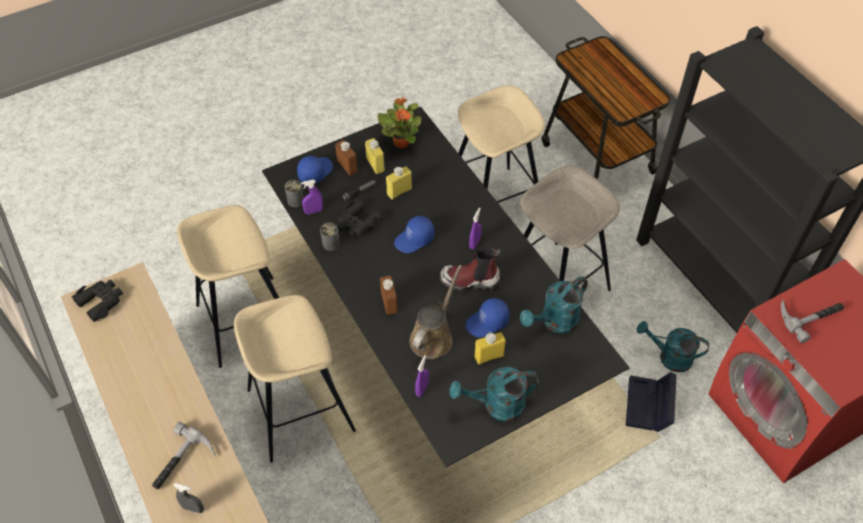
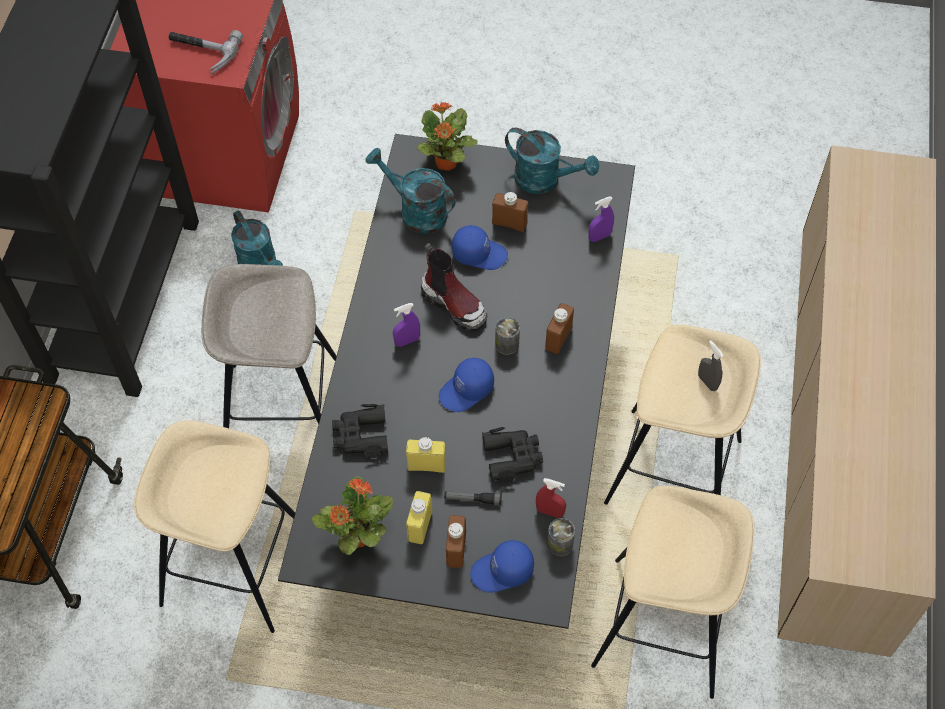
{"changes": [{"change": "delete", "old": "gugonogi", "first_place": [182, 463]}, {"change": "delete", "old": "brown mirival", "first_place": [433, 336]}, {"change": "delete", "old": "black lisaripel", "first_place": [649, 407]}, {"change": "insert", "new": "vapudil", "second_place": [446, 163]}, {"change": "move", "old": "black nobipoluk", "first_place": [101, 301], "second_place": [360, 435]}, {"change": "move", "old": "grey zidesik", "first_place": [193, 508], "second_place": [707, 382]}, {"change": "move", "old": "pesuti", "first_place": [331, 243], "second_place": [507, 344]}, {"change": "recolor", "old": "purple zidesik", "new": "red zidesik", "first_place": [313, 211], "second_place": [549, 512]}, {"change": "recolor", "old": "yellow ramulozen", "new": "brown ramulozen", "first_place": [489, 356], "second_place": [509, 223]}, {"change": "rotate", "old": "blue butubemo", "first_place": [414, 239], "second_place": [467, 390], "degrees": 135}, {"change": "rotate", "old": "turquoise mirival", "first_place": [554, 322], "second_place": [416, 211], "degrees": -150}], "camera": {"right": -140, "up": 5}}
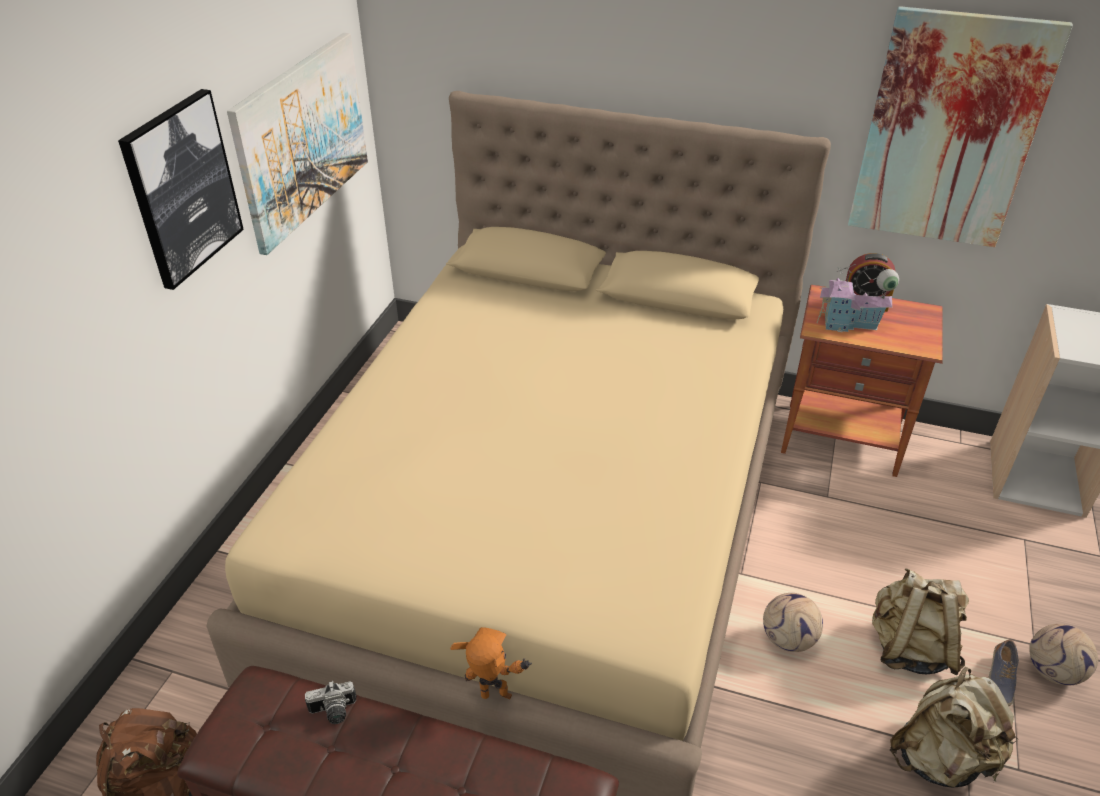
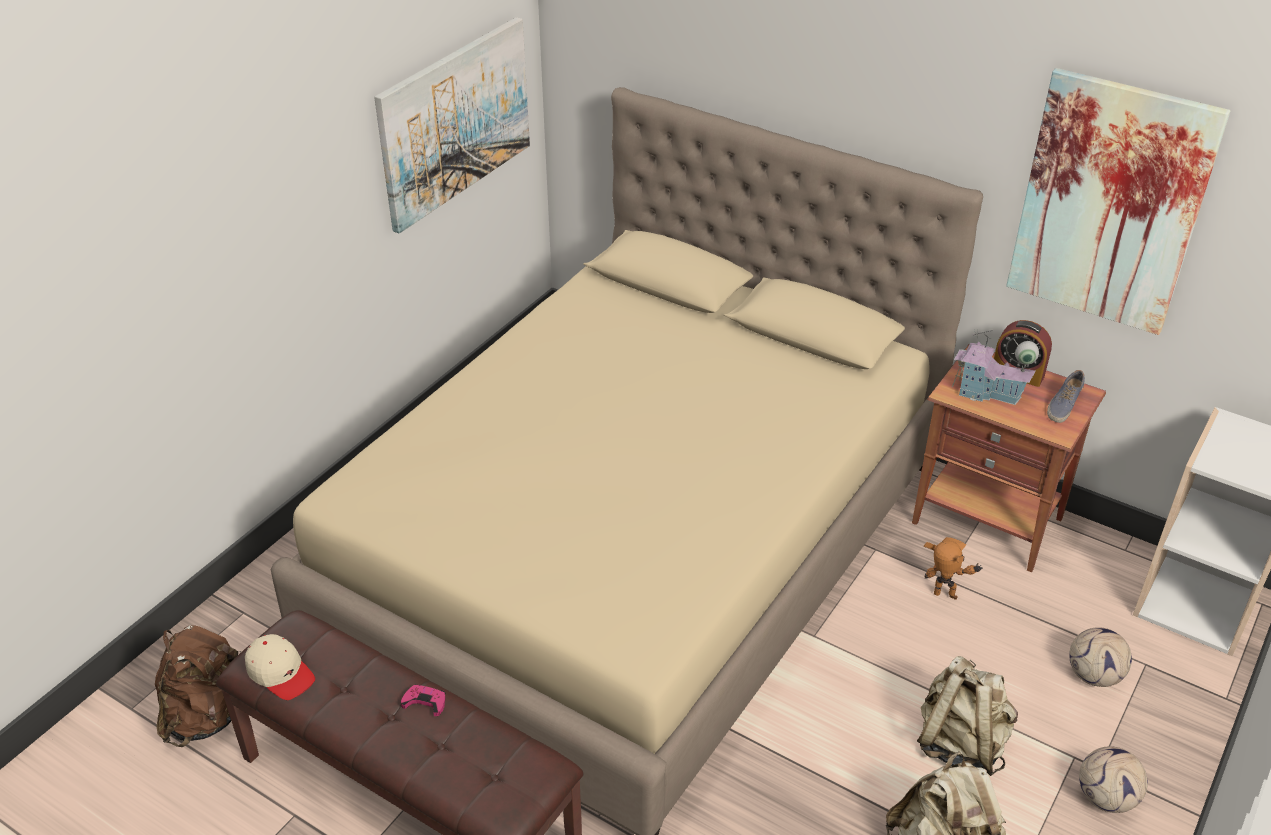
{"changes": [{"change": "delete", "old": "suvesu", "first_place": [182, 188]}, {"change": "delete", "old": "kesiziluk", "first_place": [333, 712]}, {"change": "insert", "new": "beige butubemo", "second_place": [280, 673]}, {"change": "insert", "new": "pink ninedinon", "second_place": [425, 702]}, {"change": "move", "old": "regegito", "first_place": [496, 700], "second_place": [945, 598]}, {"change": "move", "old": "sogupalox", "first_place": [789, 639], "second_place": [1094, 676]}, {"change": "move", "old": "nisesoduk", "first_place": [1000, 678], "second_place": [1063, 405]}], "camera": {"right": 15, "up": 0}}
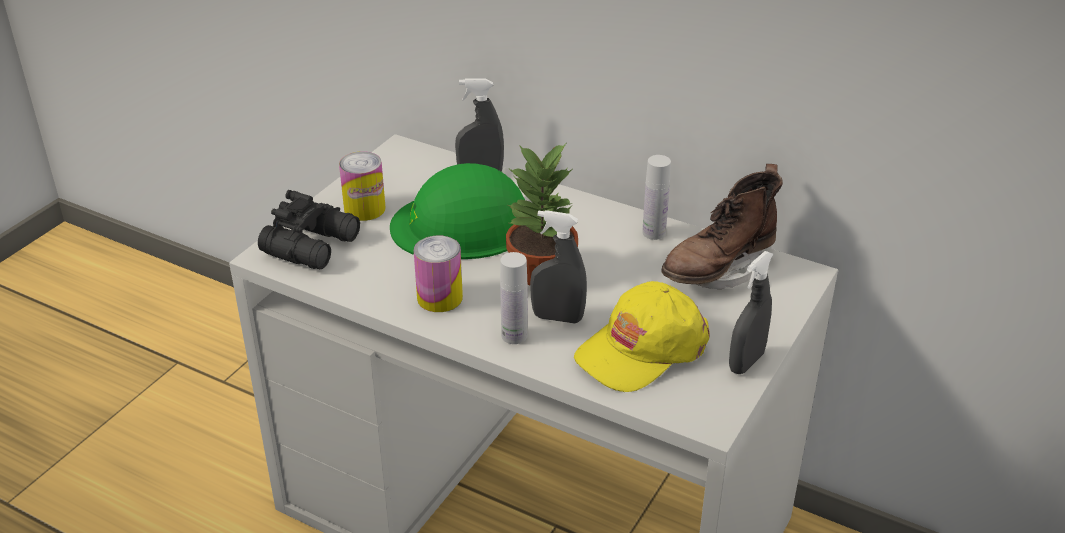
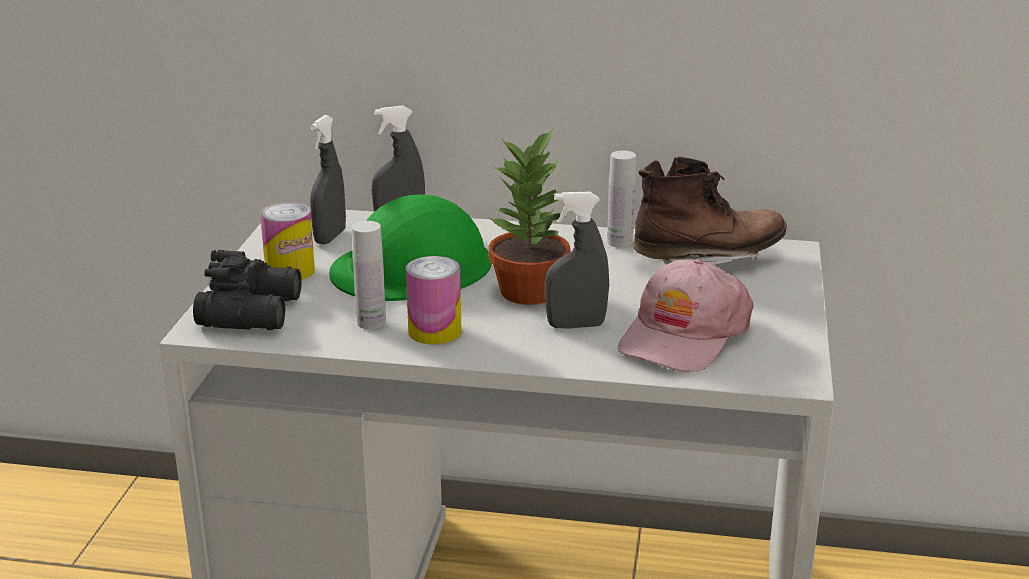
{"changes": [{"change": "move", "old": "white ramulozen", "first_place": [514, 335], "second_place": [371, 322]}, {"change": "move", "old": "grey zidesik", "first_place": [746, 362], "second_place": [330, 237]}, {"change": "recolor", "old": "yellow butubemo", "new": "pink butubemo", "first_place": [641, 349], "second_place": [683, 335]}, {"change": "rotate", "old": "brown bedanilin", "first_place": [718, 270], "second_place": [707, 260], "degrees": -135}], "camera": {"right": -20, "up": -10}}
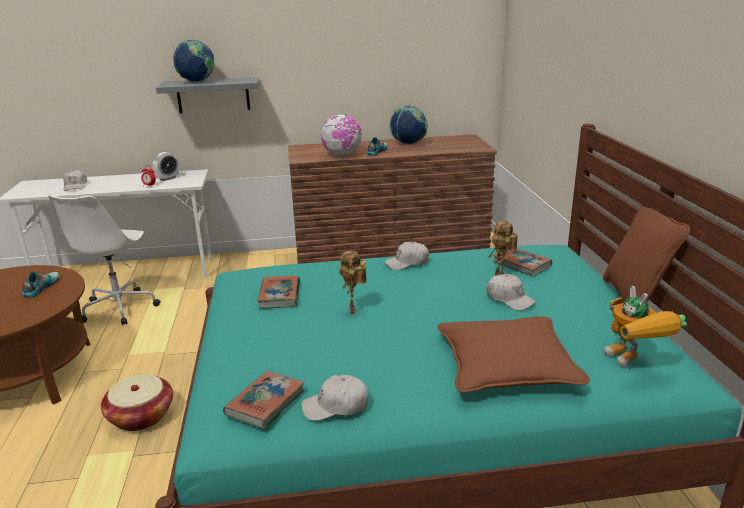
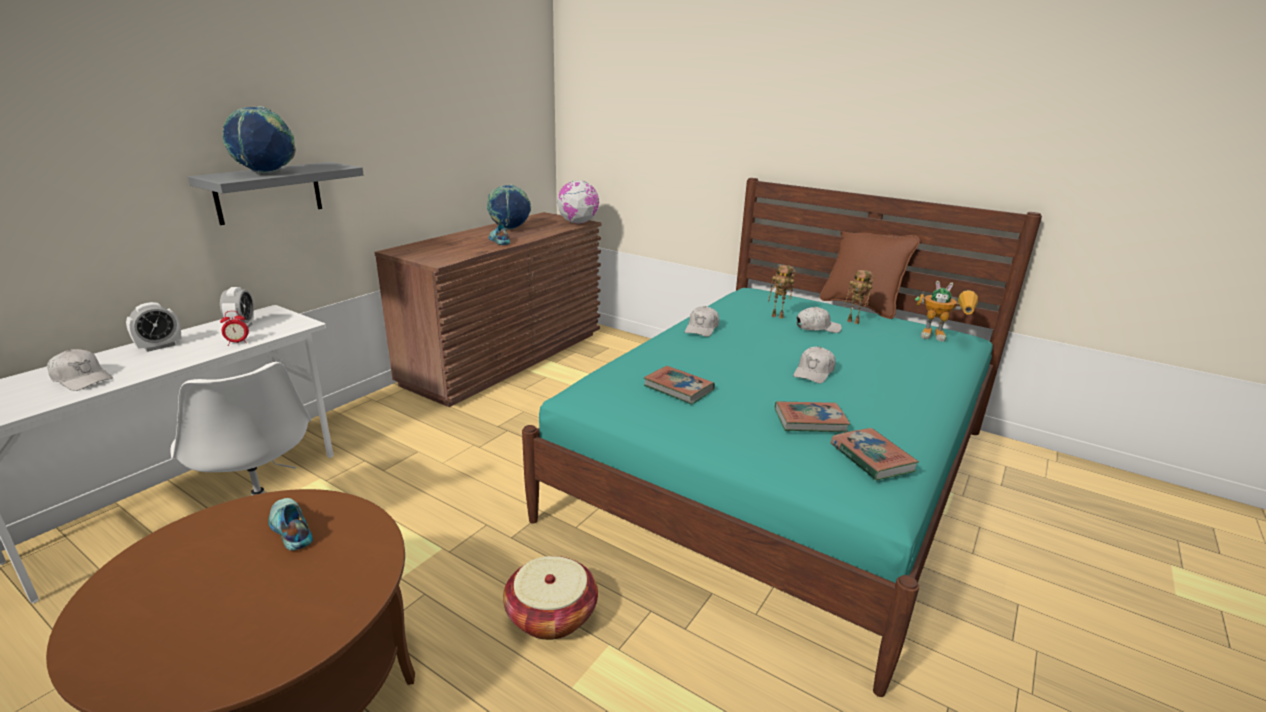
{"changes": [{"change": "delete", "old": "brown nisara", "first_place": [506, 364]}, {"change": "insert", "new": "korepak", "second_place": [159, 346]}, {"change": "move", "old": "white butubemo", "first_place": [336, 406], "second_place": [814, 372]}, {"change": "move", "old": "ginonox", "first_place": [342, 155], "second_place": [578, 223]}, {"change": "move", "old": "regegito", "first_place": [354, 310], "second_place": [854, 322]}, {"change": "move", "old": "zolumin", "first_place": [522, 264], "second_place": [810, 421]}], "camera": {"right": -50, "up": 0}}
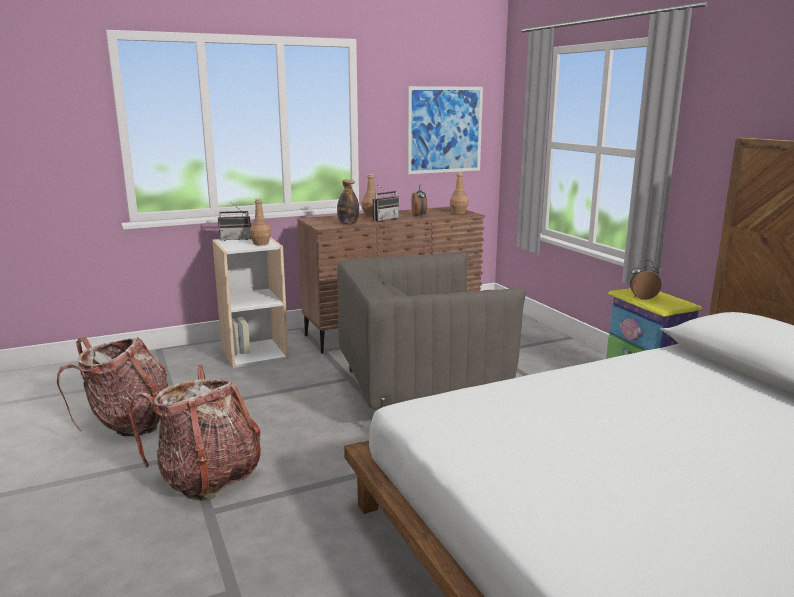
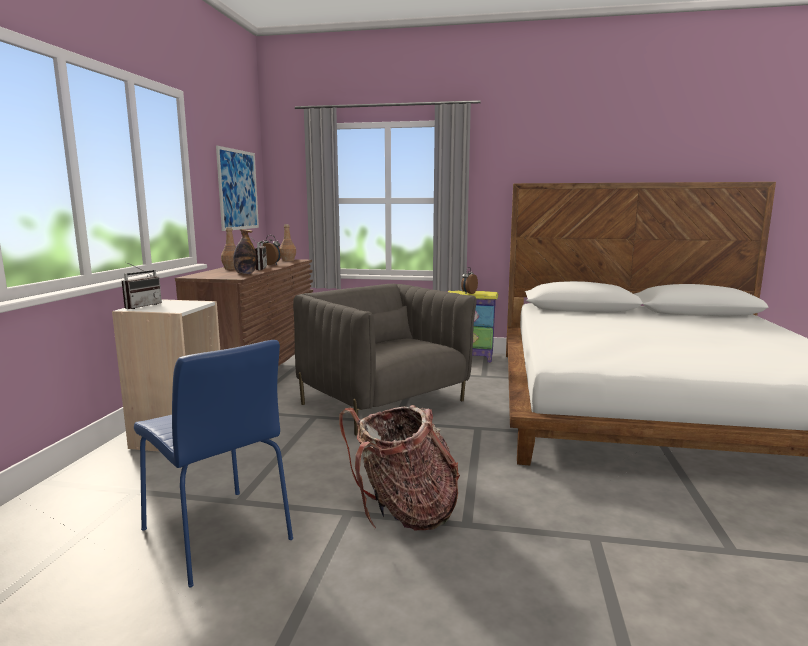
{"changes": [{"change": "delete", "old": "brown ramulozen", "first_place": [261, 243]}, {"change": "replace", "old": "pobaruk", "new": "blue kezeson", "first_place": [127, 423], "second_place": [219, 536]}, {"change": "rotate", "old": "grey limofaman", "first_place": [421, 394], "second_place": [384, 403], "degrees": 120}], "camera": {"right": -55, "up": -5}}
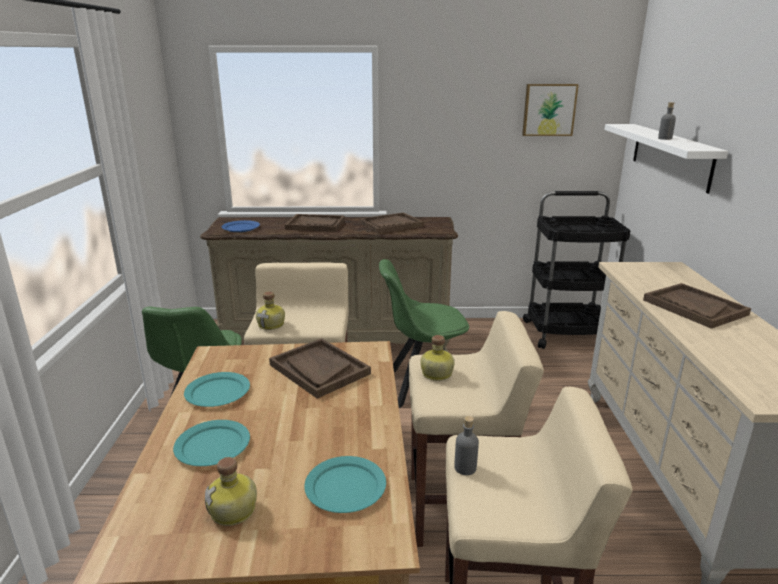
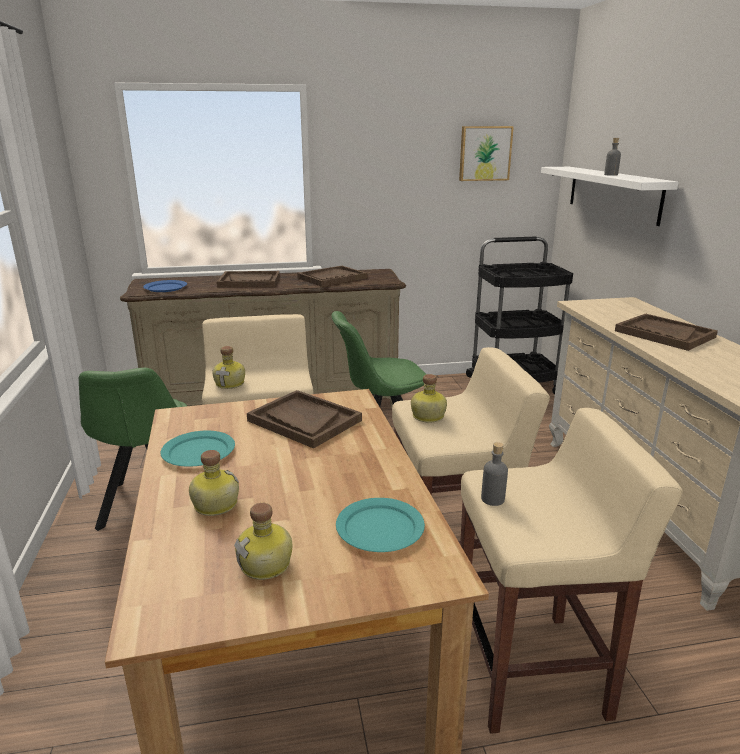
{"changes": [{"change": "replace", "old": "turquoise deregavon", "new": "ramulozen", "first_place": [212, 445], "second_place": [214, 504]}], "camera": {"right": -10, "up": 0}}
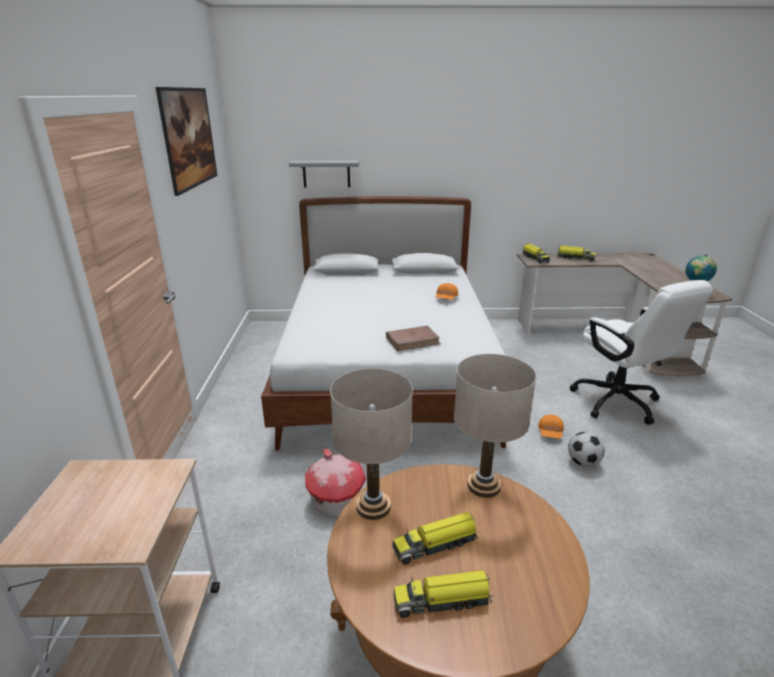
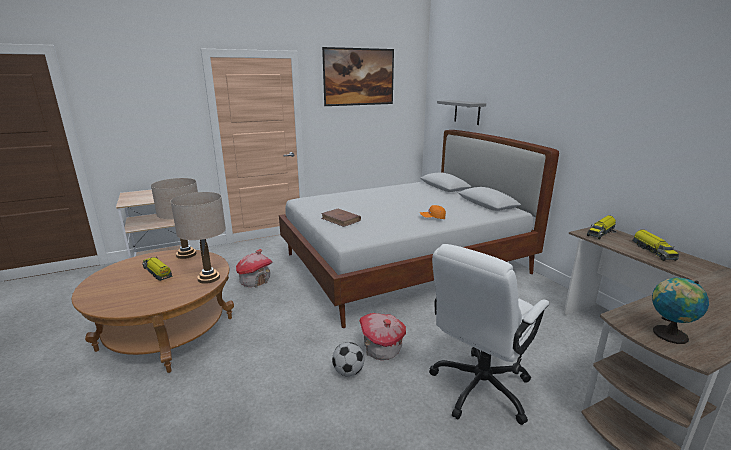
{"changes": [{"change": "delete", "old": "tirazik", "first_place": [442, 600]}, {"change": "replace", "old": "orange butubemo", "new": "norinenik", "first_place": [550, 433], "second_place": [382, 349]}], "camera": {"right": 65, "up": -5}}
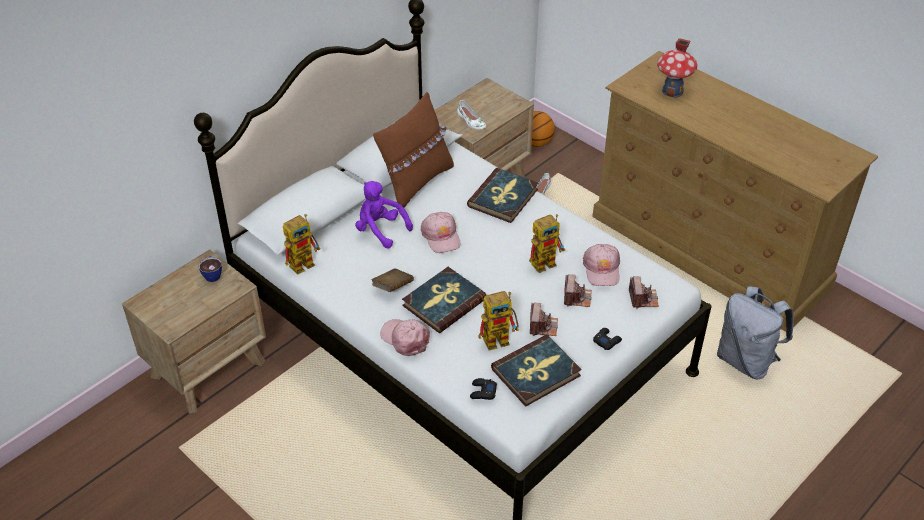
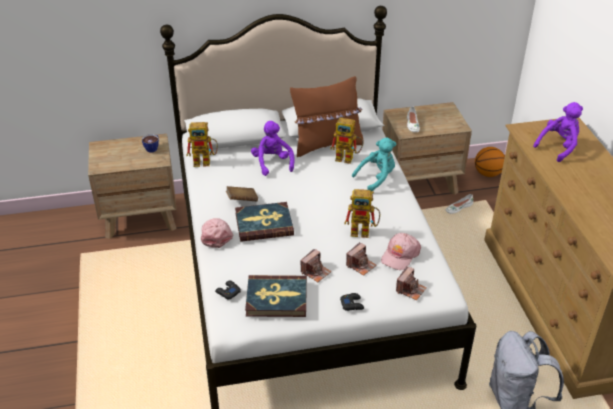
{"changes": [{"change": "delete", "old": "pink butubemo", "first_place": [441, 236]}, {"change": "move", "old": "regegito", "first_place": [501, 338], "second_place": [348, 158]}, {"change": "replace", "old": "zolumin", "new": "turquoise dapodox", "first_place": [503, 198], "second_place": [377, 178]}, {"change": "replace", "old": "norinenik", "new": "purple dapodox", "first_place": [672, 91], "second_place": [558, 147]}], "camera": {"right": 35, "up": -5}}
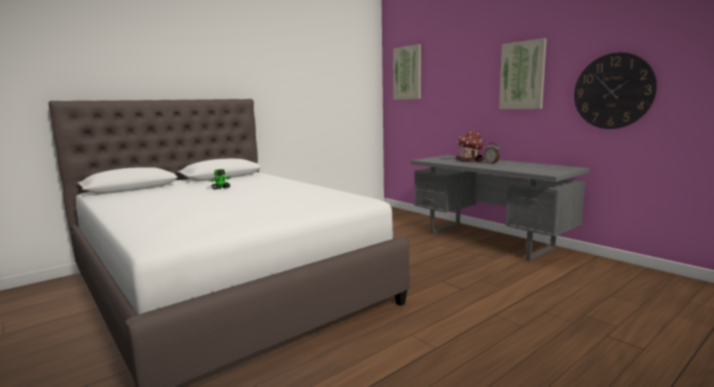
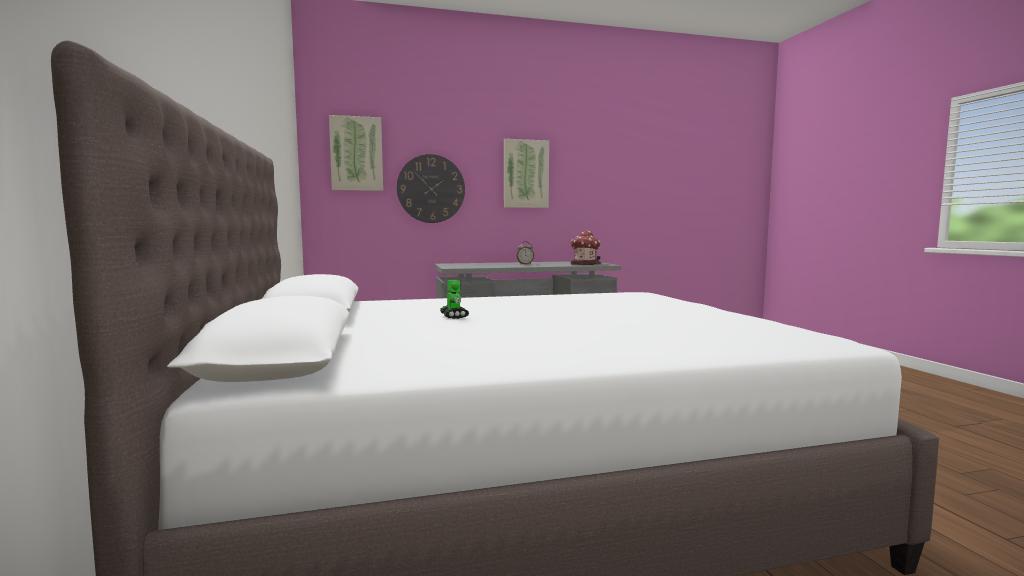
{"changes": [{"change": "move", "old": "norinenik", "first_place": [470, 160], "second_place": [585, 264]}, {"change": "move", "old": "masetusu", "first_place": [613, 91], "second_place": [431, 188]}], "camera": {"right": -65, "up": -5}}
